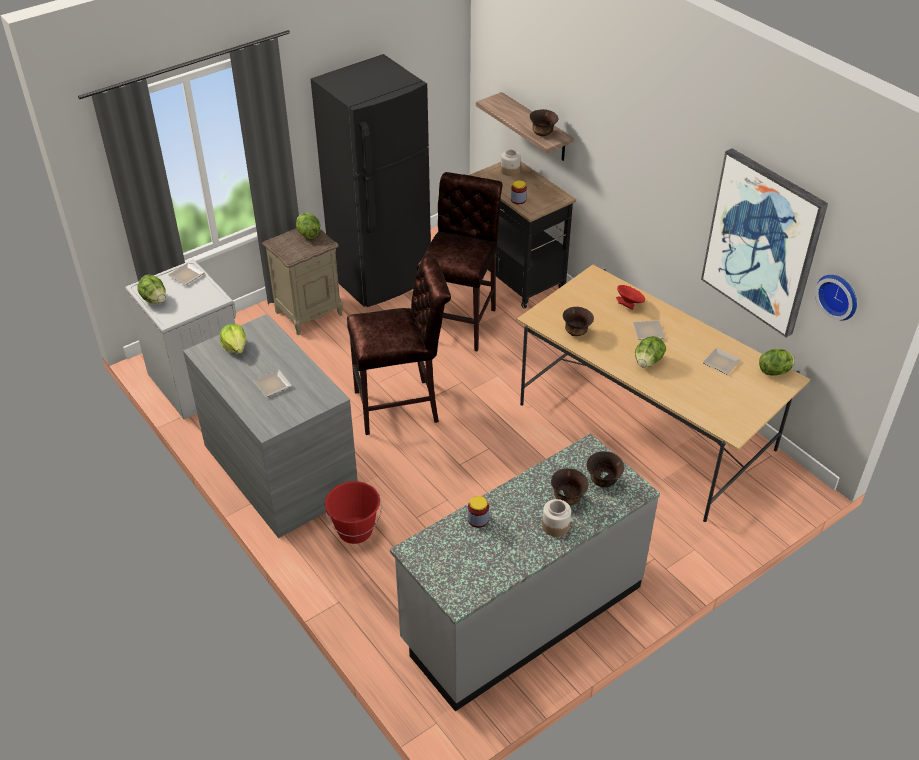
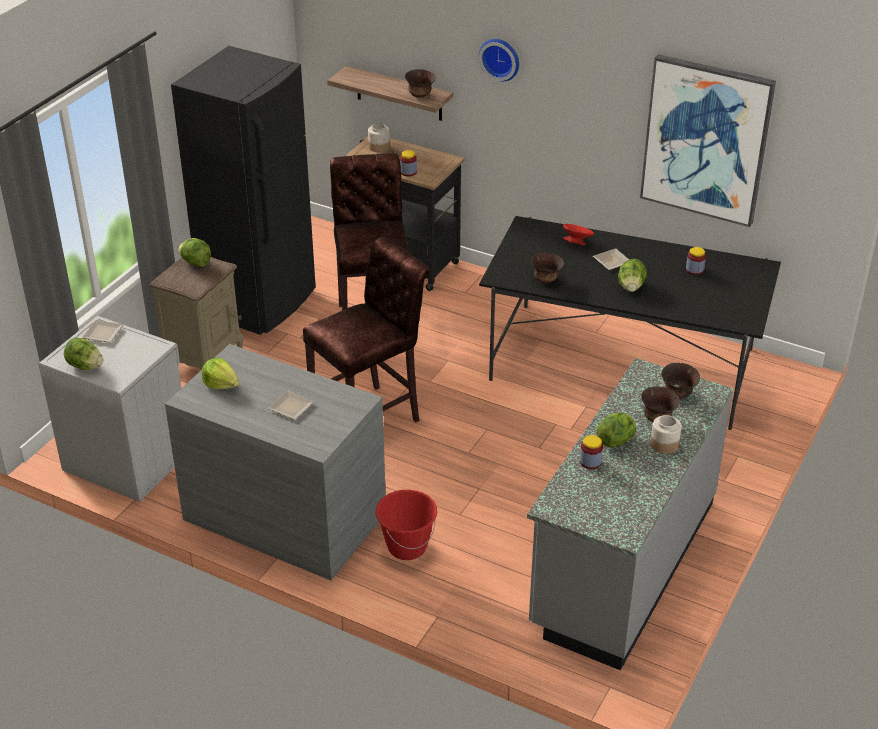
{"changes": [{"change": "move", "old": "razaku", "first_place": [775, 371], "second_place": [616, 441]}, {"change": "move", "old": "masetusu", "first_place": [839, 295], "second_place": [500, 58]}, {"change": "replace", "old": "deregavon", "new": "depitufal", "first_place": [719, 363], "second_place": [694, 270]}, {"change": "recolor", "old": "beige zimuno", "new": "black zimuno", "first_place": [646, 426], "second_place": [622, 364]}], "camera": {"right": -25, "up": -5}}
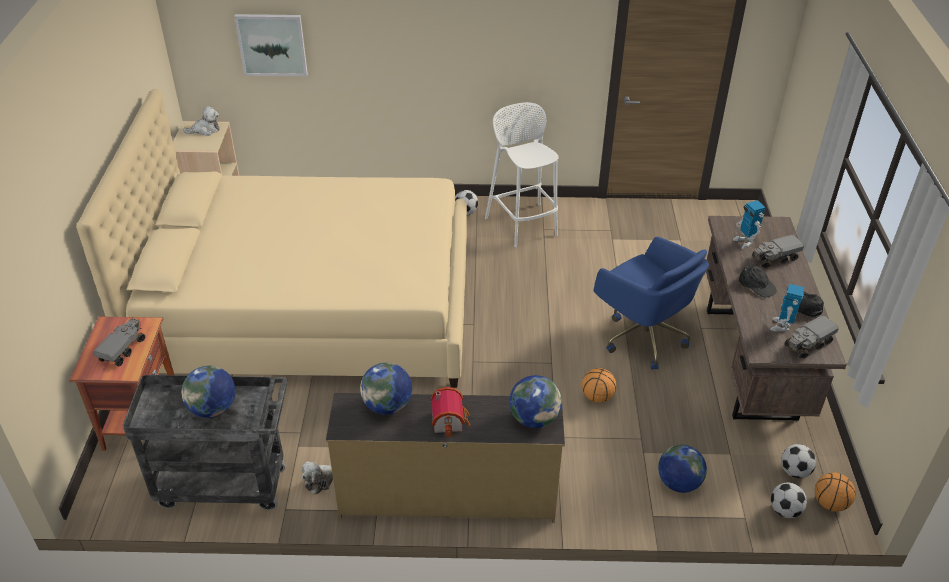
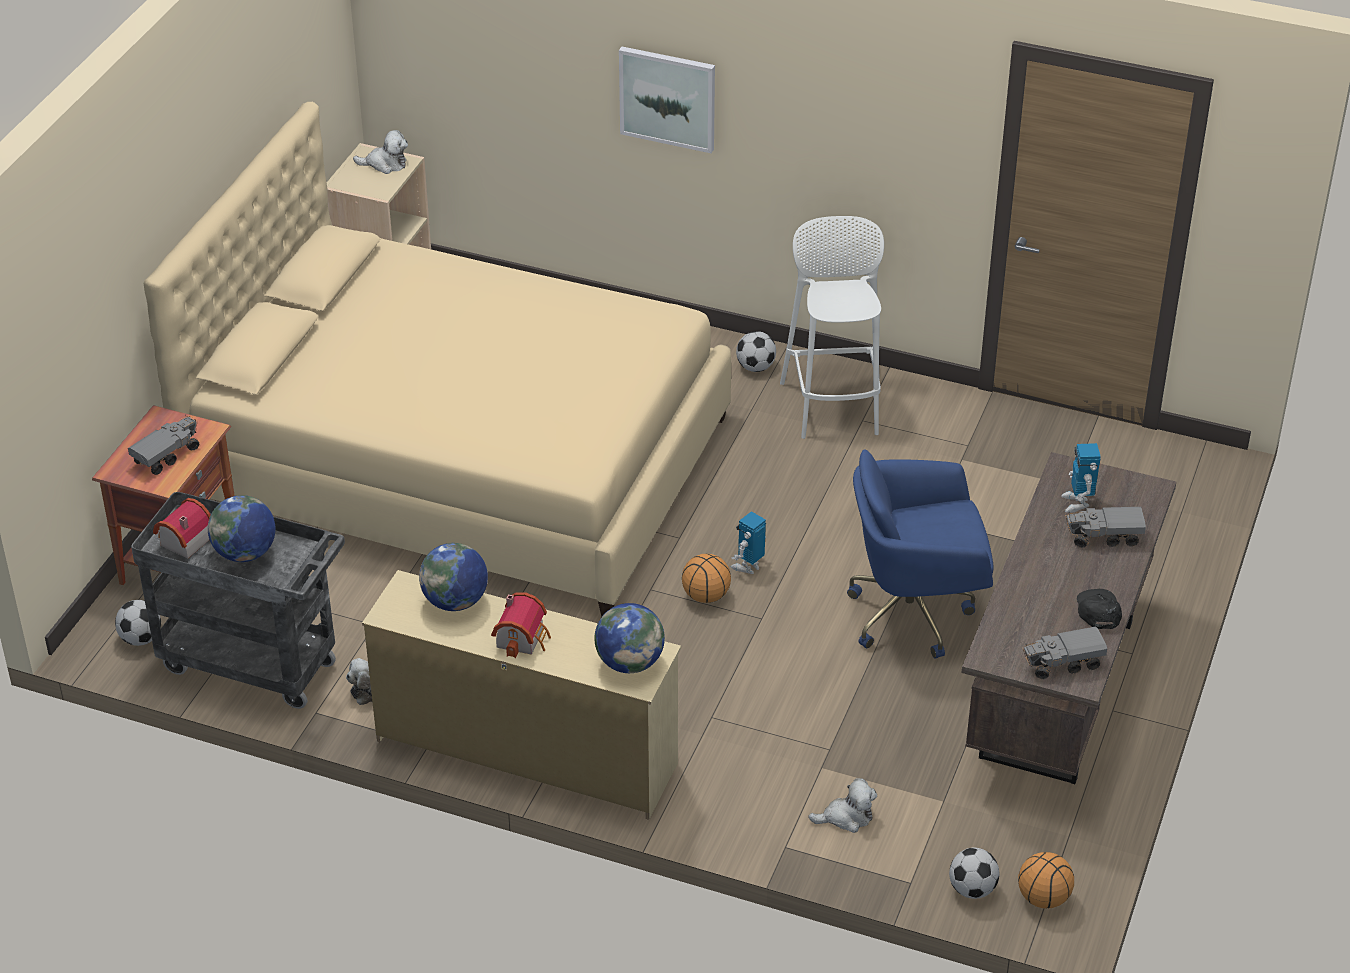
{"changes": [{"change": "delete", "old": "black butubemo", "first_place": [756, 285]}, {"change": "insert", "new": "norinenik", "second_place": [182, 541]}, {"change": "move", "old": "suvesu", "first_place": [272, 44], "second_place": [668, 98]}, {"change": "move", "old": "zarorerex", "first_place": [598, 396], "second_place": [706, 596]}, {"change": "move", "old": "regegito", "first_place": [781, 326], "second_place": [748, 567]}, {"change": "move", "old": "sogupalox", "first_place": [795, 472], "second_place": [141, 639]}, {"change": "replace", "old": "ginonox", "new": "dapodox", "first_place": [678, 483], "second_place": [846, 817]}, {"change": "recolor", "old": "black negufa", "new": "beige negufa", "first_place": [448, 496], "second_place": [527, 751]}, {"change": "rotate", "old": "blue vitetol", "first_place": [641, 338], "second_place": [914, 615], "degrees": 105}], "camera": {"right": 20, "up": 0}}
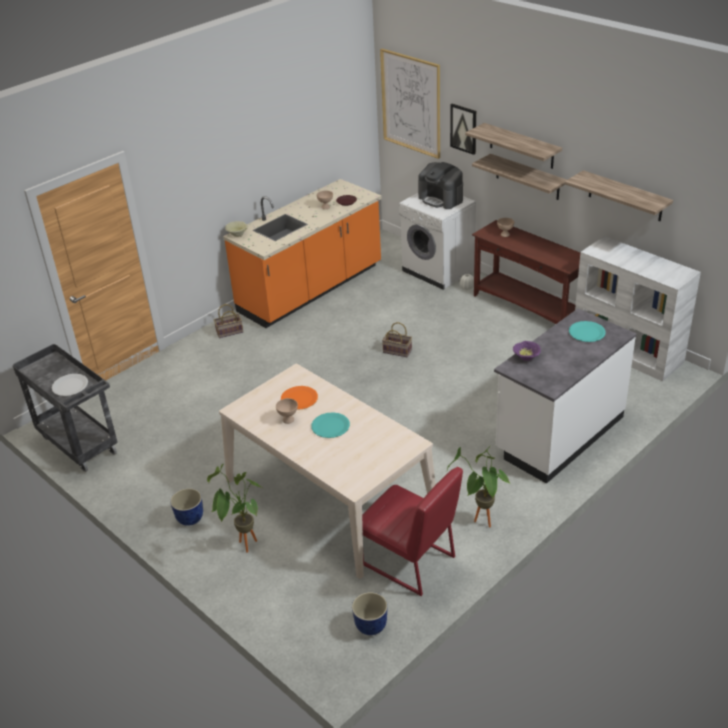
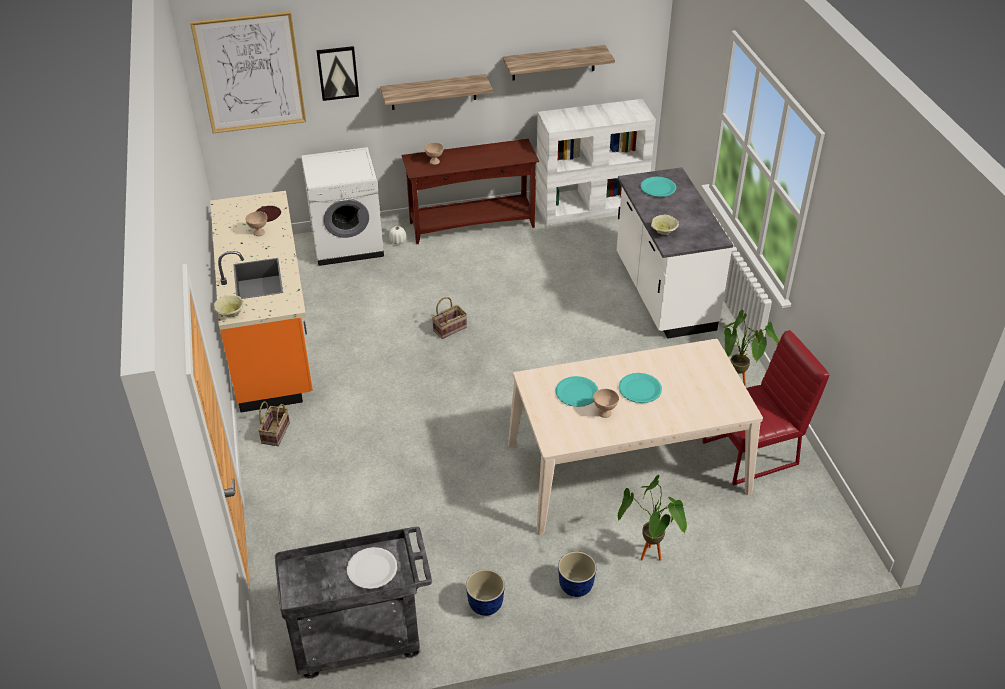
{"changes": [{"change": "delete", "old": "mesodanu", "first_place": [441, 199]}, {"change": "delete", "old": "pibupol", "first_place": [521, 146]}, {"change": "move", "old": "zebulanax", "first_place": [370, 626], "second_place": [485, 606]}, {"change": "recolor", "old": "orange deregavon", "new": "turquoise deregavon", "first_place": [299, 399], "second_place": [577, 392]}, {"change": "recolor", "old": "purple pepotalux", "new": "beige pepotalux", "first_place": [525, 358], "second_place": [663, 232]}], "camera": {"right": -60, "up": 5}}
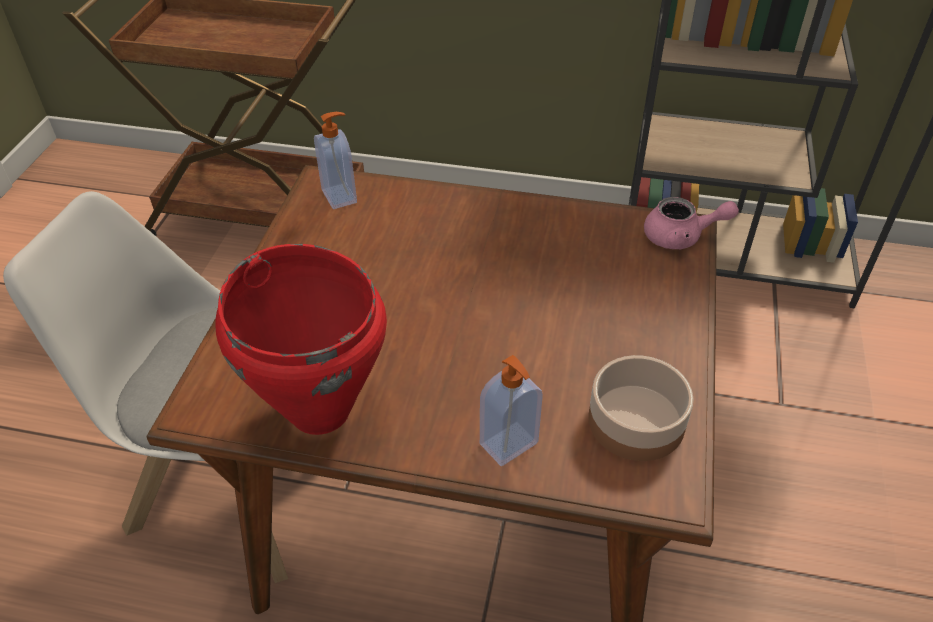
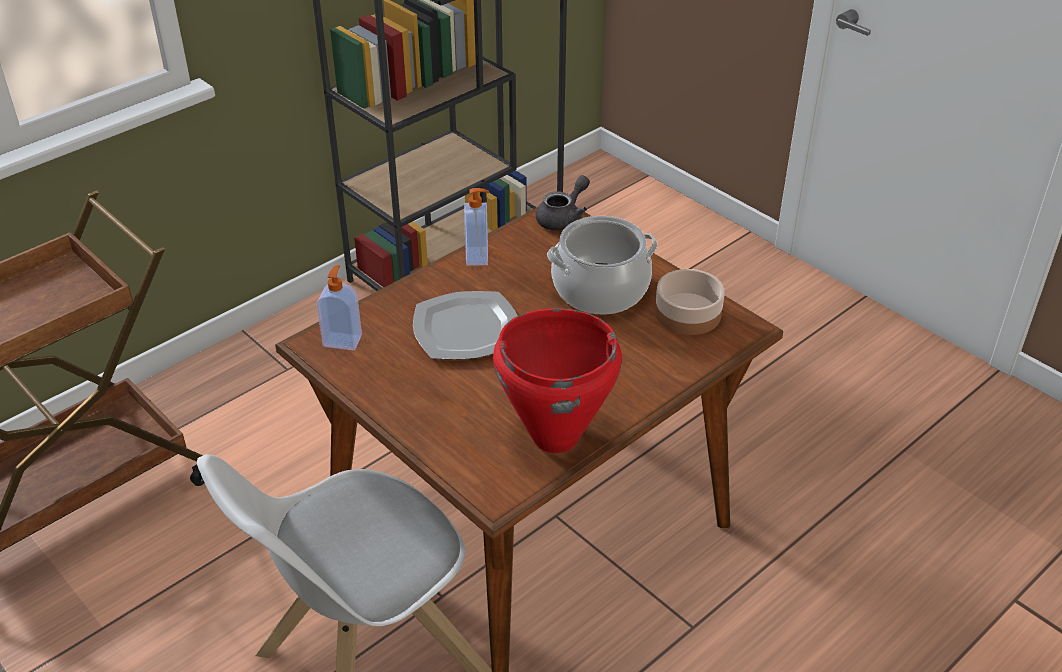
{"changes": [{"change": "insert", "new": "deregavon", "second_place": [467, 329]}, {"change": "insert", "new": "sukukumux", "second_place": [600, 289]}, {"change": "move", "old": "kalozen", "first_place": [510, 445], "second_place": [478, 256]}, {"change": "recolor", "old": "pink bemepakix", "new": "grey bemepakix", "first_place": [681, 237], "second_place": [563, 218]}], "camera": {"right": -55, "up": -5}}
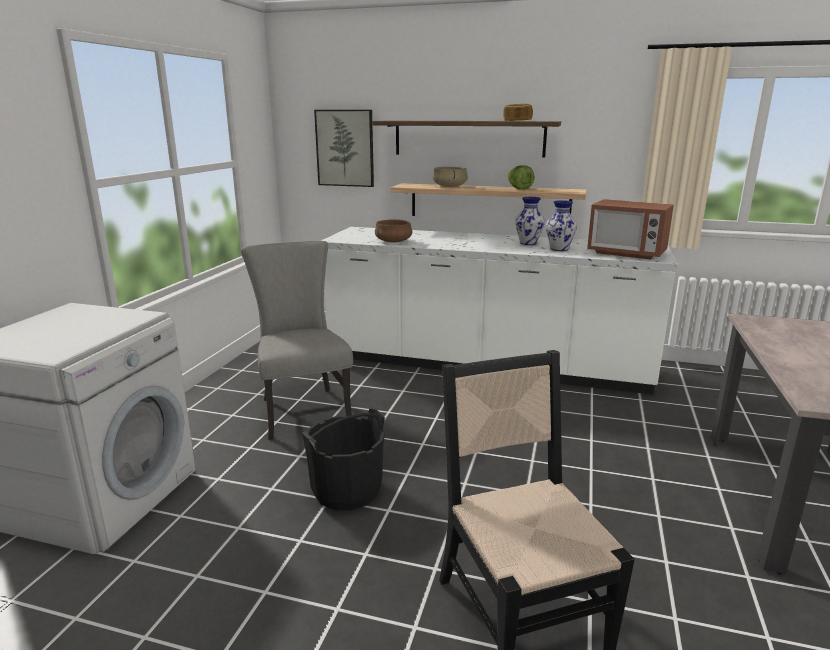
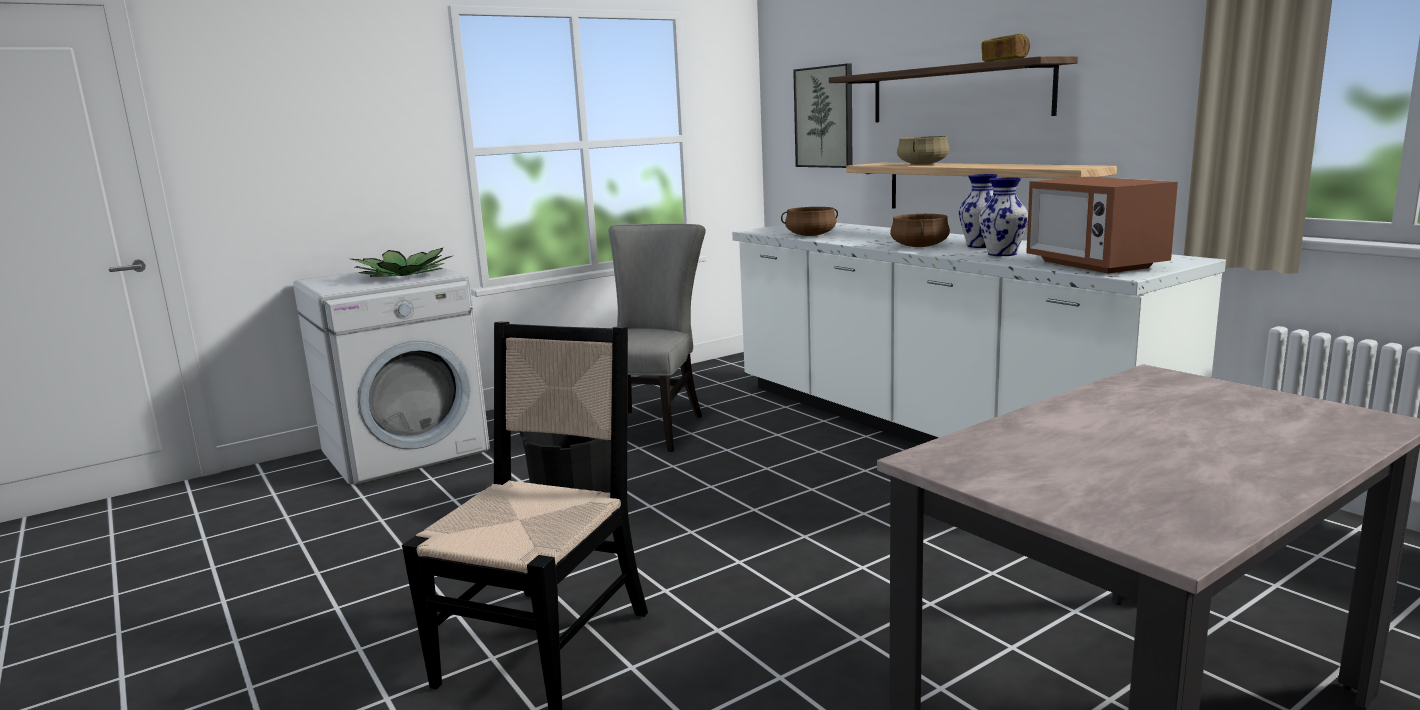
{"changes": [{"change": "delete", "old": "razaku", "first_place": [518, 188]}, {"change": "insert", "new": "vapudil", "second_place": [404, 275]}, {"change": "insert", "new": "brown sukukumux", "second_place": [919, 246]}], "camera": {"right": 40, "up": -5}}
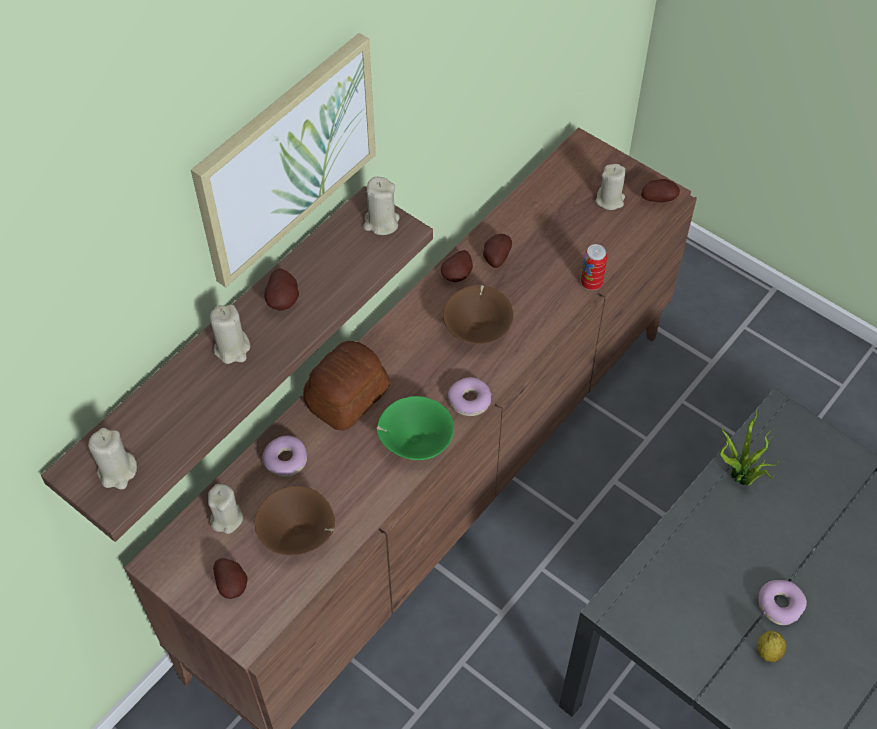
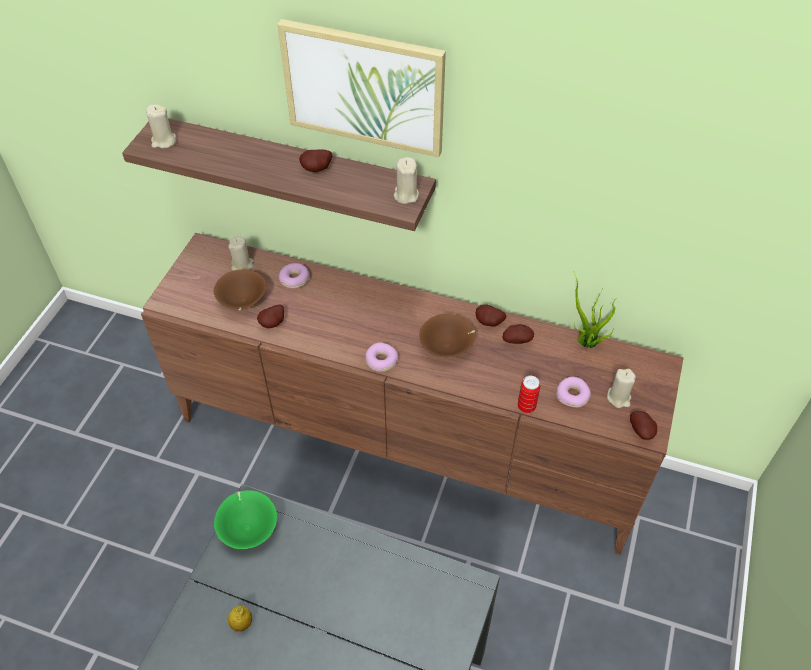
{"changes": [{"change": "delete", "old": "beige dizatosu", "first_place": [232, 348]}, {"change": "delete", "old": "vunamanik", "first_place": [346, 397]}, {"change": "move", "old": "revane", "first_place": [233, 584], "second_place": [273, 324]}, {"change": "move", "old": "green pepotalux", "first_place": [414, 441], "second_place": [248, 528]}, {"change": "move", "old": "vapudil", "first_place": [739, 478], "second_place": [586, 343]}, {"change": "move", "old": "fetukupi", "first_place": [779, 604], "second_place": [572, 395]}], "camera": {"right": 70, "up": -5}}
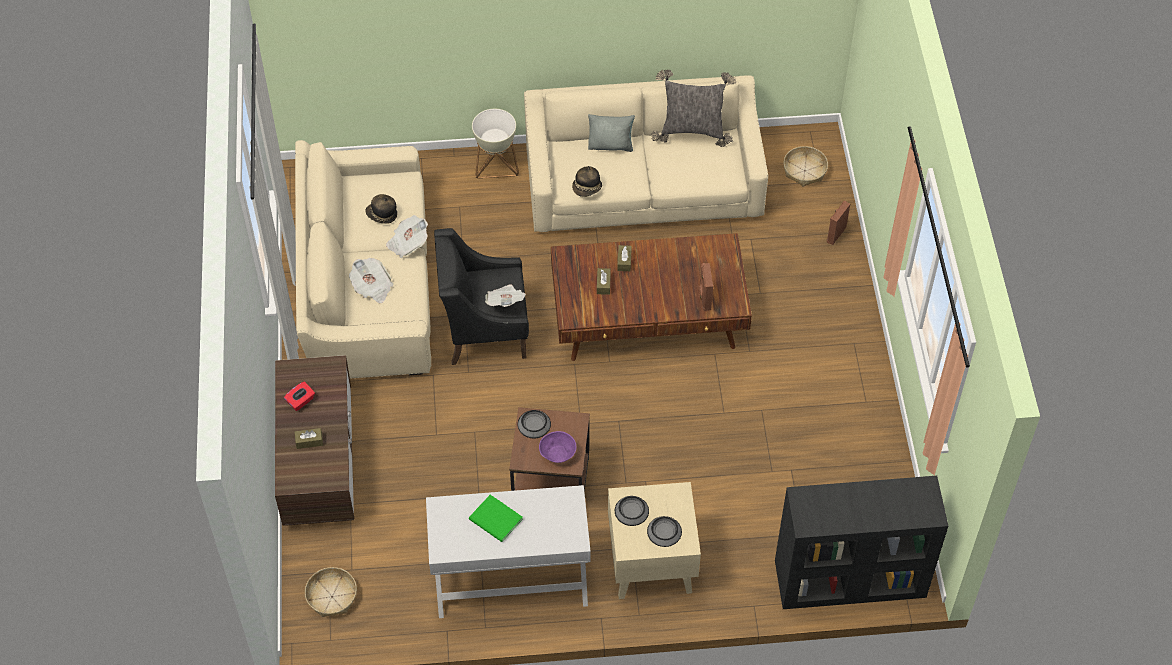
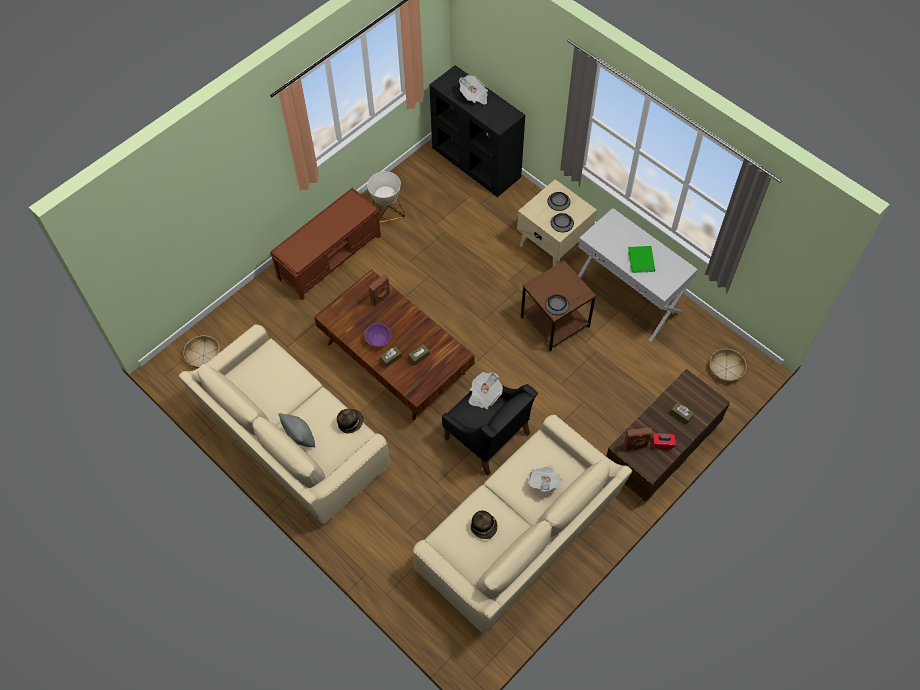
{"changes": [{"change": "delete", "old": "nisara", "first_place": [692, 134]}, {"change": "insert", "new": "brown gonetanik", "second_place": [330, 257]}, {"change": "move", "old": "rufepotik", "first_place": [407, 243], "second_place": [474, 96]}, {"change": "move", "old": "zebulanax", "first_place": [496, 166], "second_place": [387, 213]}, {"change": "move", "old": "purple pepotalux", "first_place": [557, 454], "second_place": [378, 340]}, {"change": "move", "old": "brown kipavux", "first_place": [835, 234], "second_place": [635, 446]}], "camera": {"right": -130, "up": 5}}
